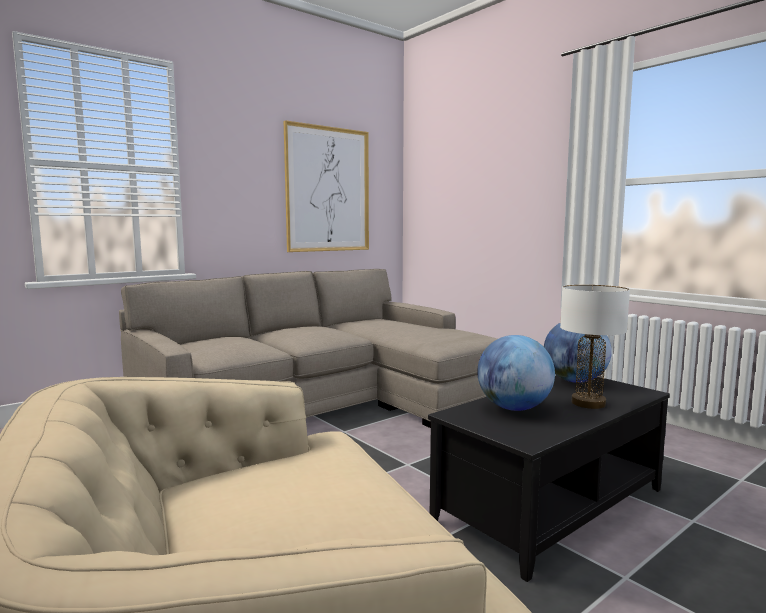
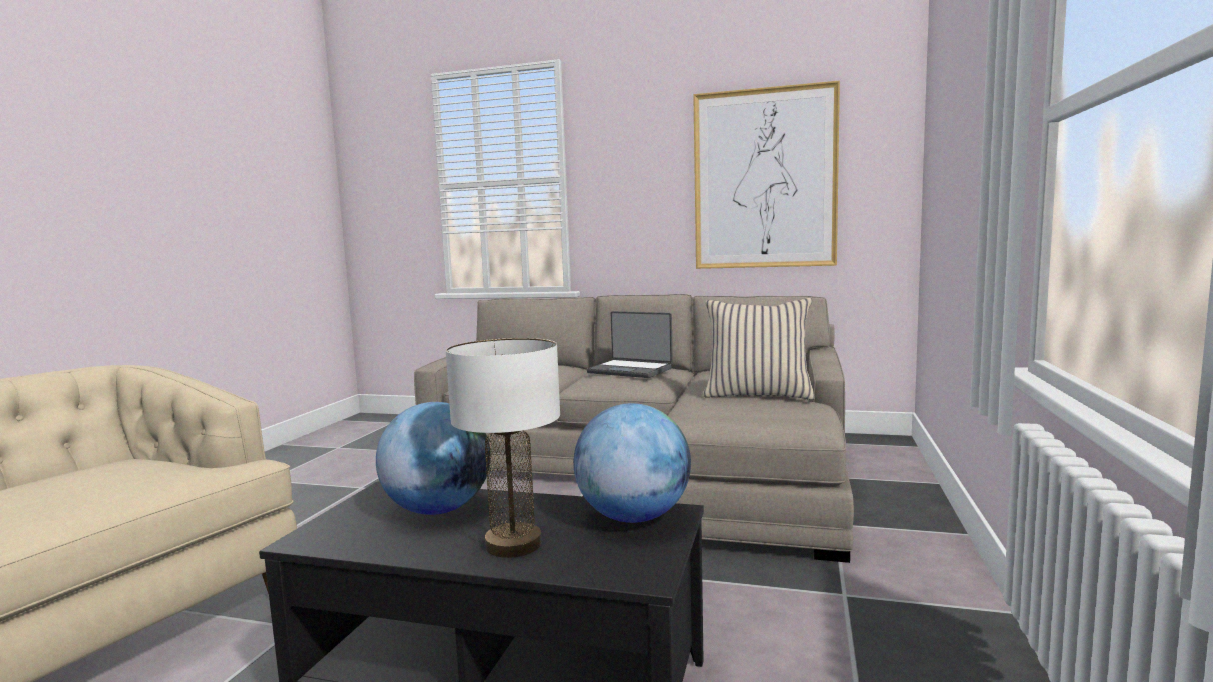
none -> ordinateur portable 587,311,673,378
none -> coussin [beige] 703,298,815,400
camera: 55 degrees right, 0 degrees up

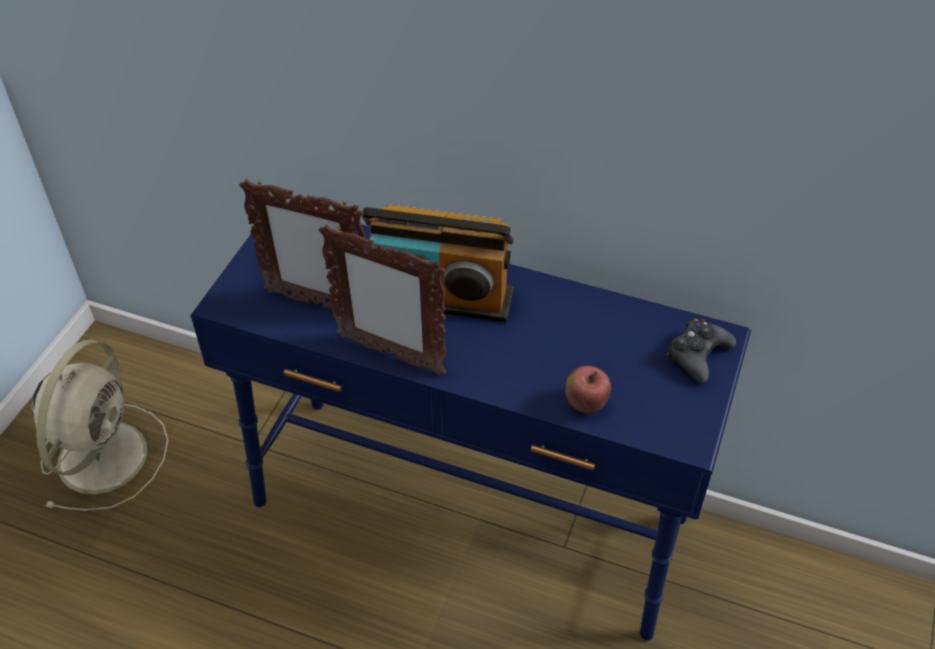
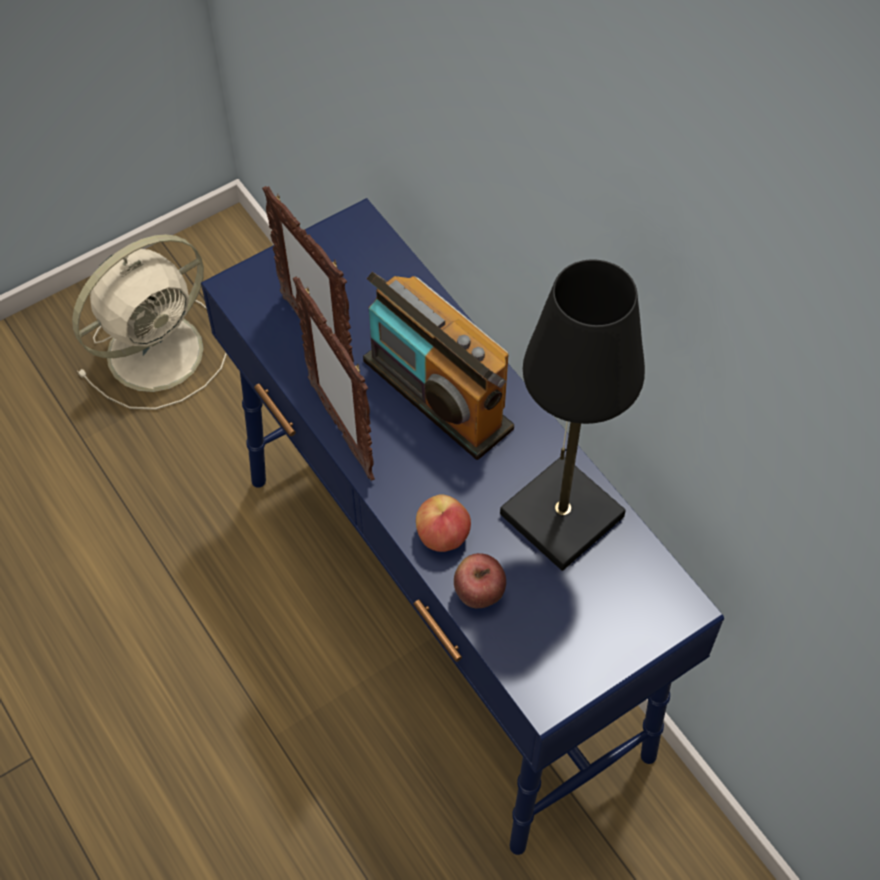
none -> pomme 416,494,471,552
none -> lampe de table [noir] 500,259,645,571
manette [noir] 666,319,736,383 -> none
camera: 35 degrees right, 10 degrees up

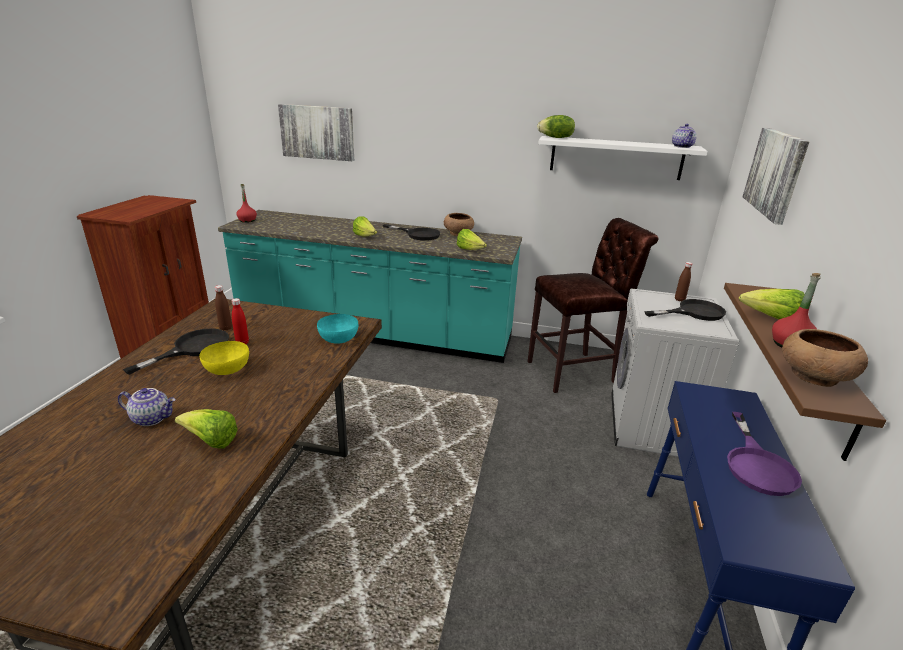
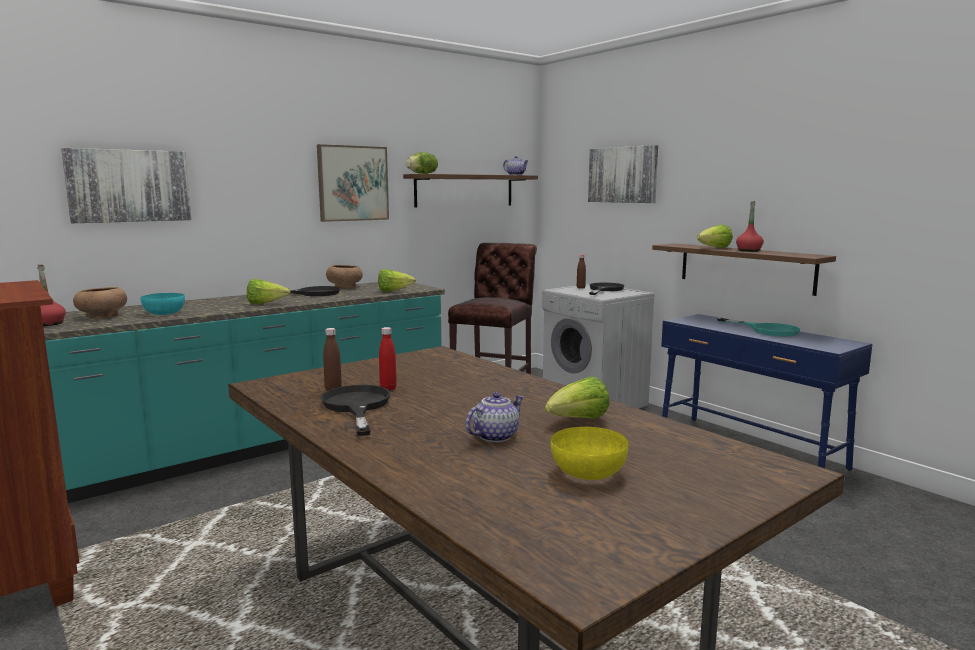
bol [marron] 782,329,868,387 -> bol [marron] 73,287,127,319, shifted
bol [turquoise] 317,314,358,344 -> bol [turquoise] 141,293,185,315, shifted
none -> tableau 317,144,389,222
étagère [blanc] 538,136,708,180 -> étagère [marron] 403,174,538,207
bol [jaune] 199,341,249,375 -> bol [jaune] 551,427,629,480, shifted
poêle [violet] 727,412,802,496 -> poêle [turquoise] 717,318,801,336
camera: 50 degrees left, 15 degrees down

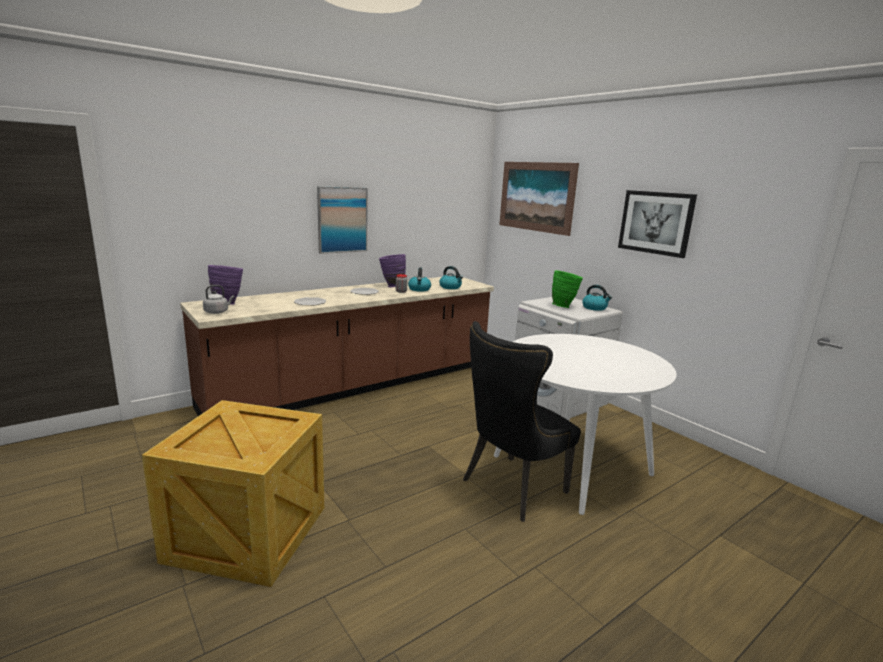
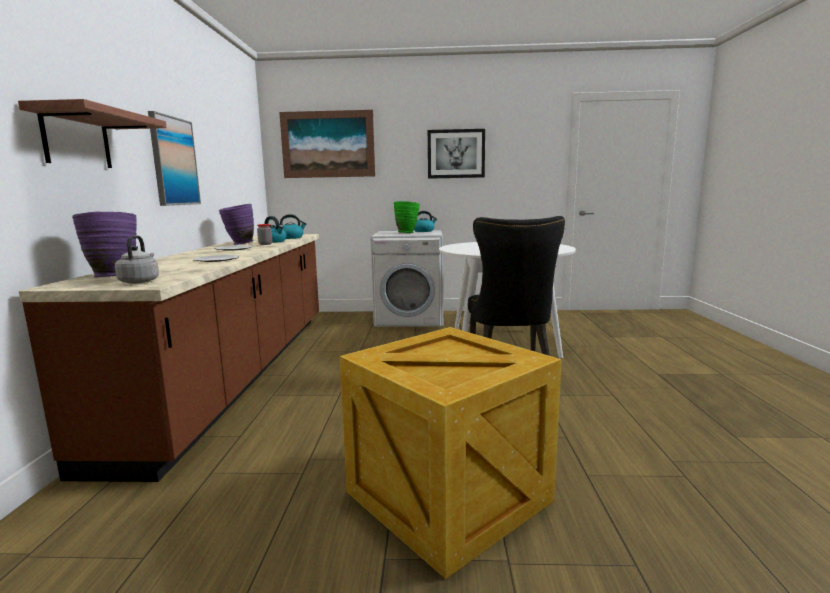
none -> étagère 18,99,167,168
camera: 50 degrees left, 5 degrees down

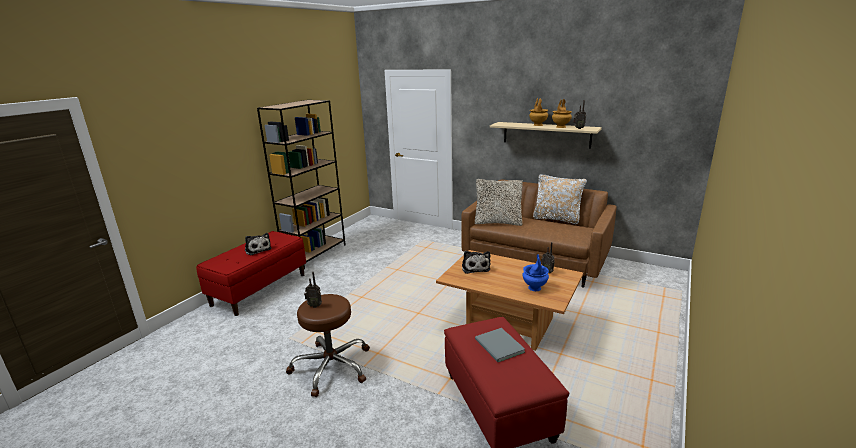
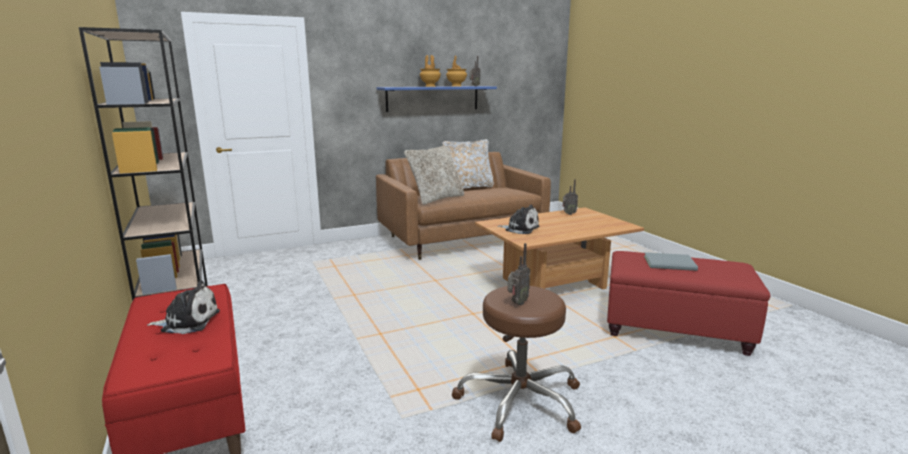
étagère [beige] 490,122,602,148 -> étagère [bleu] 376,86,497,112
vase [bleu] 522,254,549,291 -> none
camera: 55 degrees left, 5 degrees down

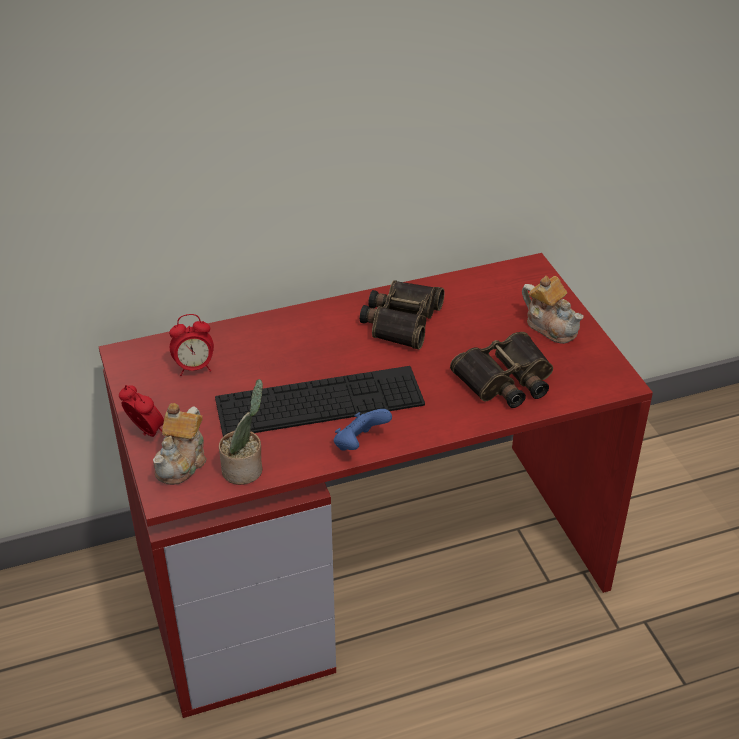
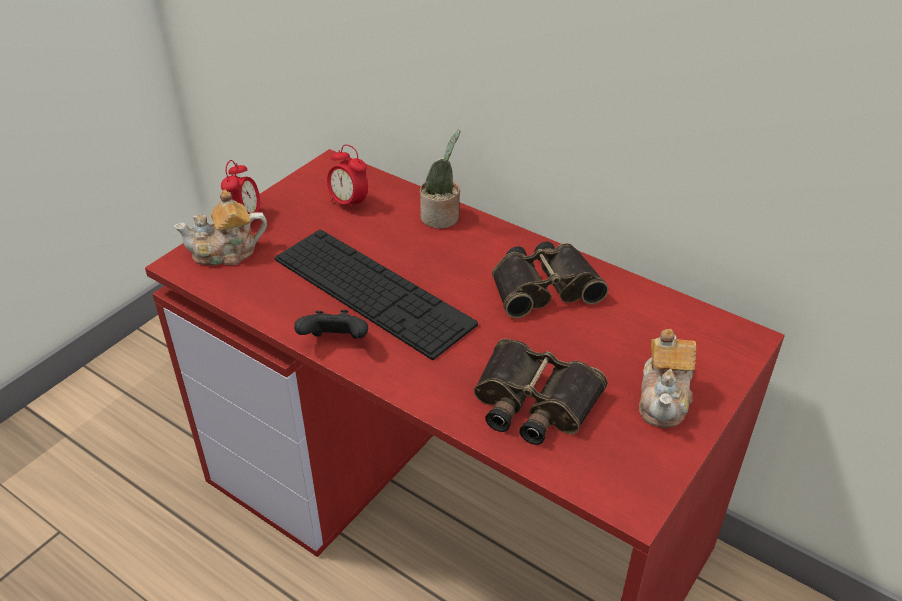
manette [bleu] 334,409,392,451 -> manette [noir] 294,310,368,339
plante en pot 219,379,263,485 -> plante en pot 420,129,460,229, shifted
camera: 55 degrees right, 0 degrees up

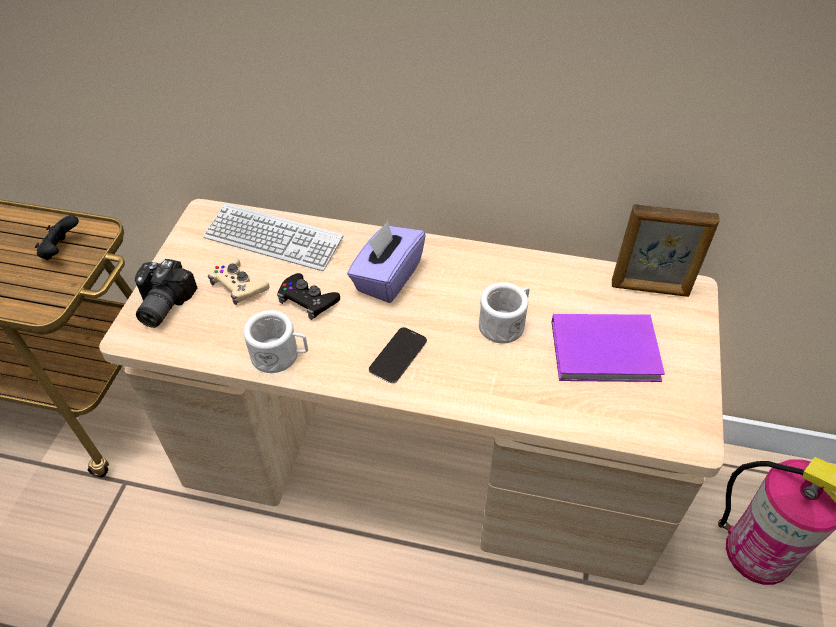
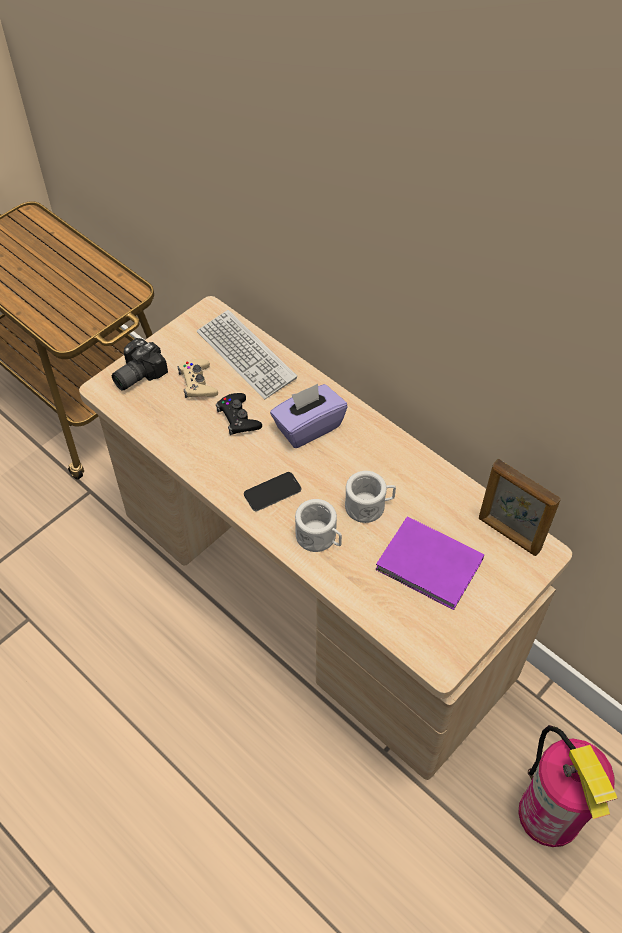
mug [blanc] 243,310,308,373 -> mug [blanc] 295,499,342,552, shifted
manette [noir] 35,215,79,260 -> none
camera: 30 degrees right, 5 degrees up

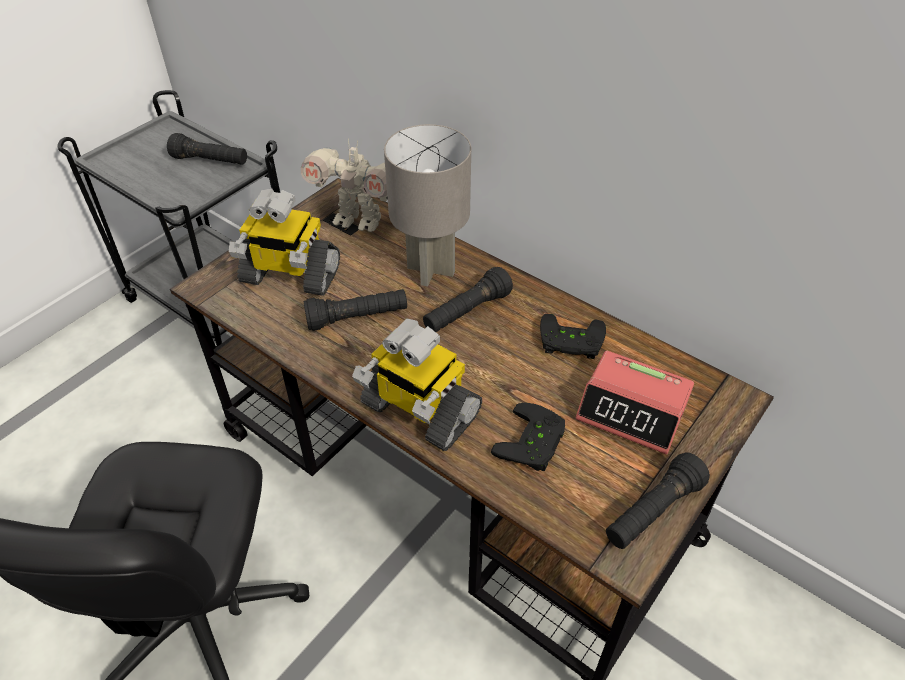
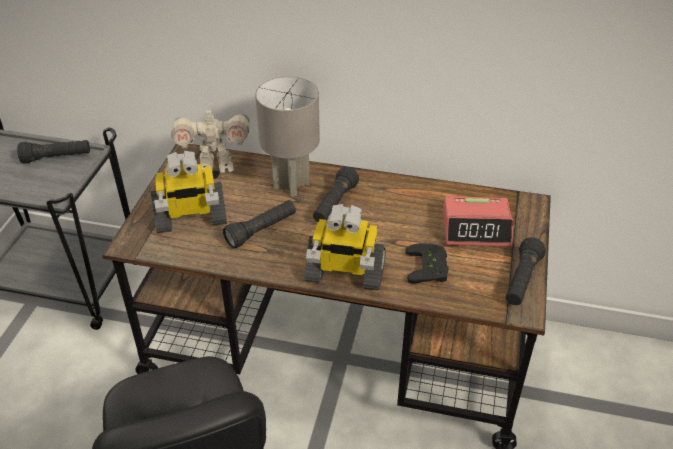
manette [noir] 540,314,606,359 -> none
camera: 25 degrees left, 5 degrees down

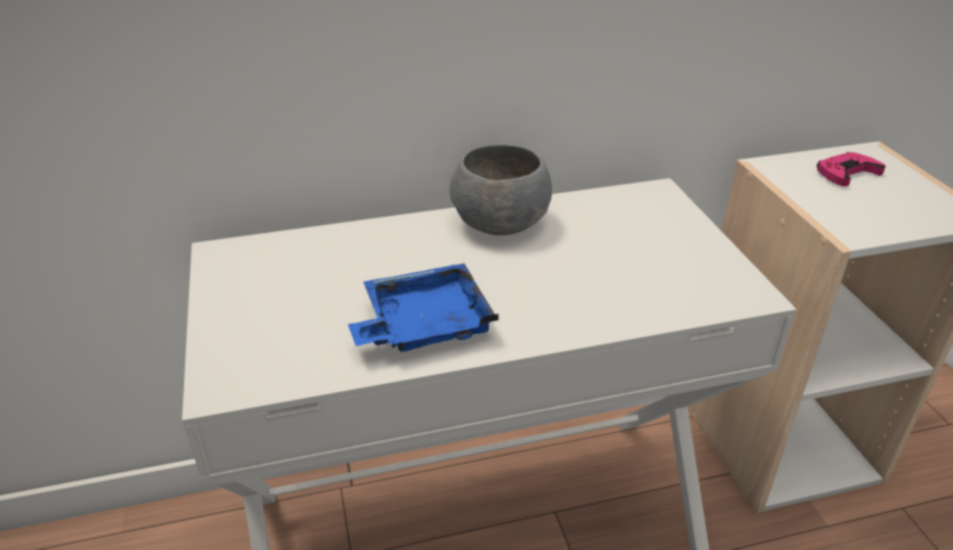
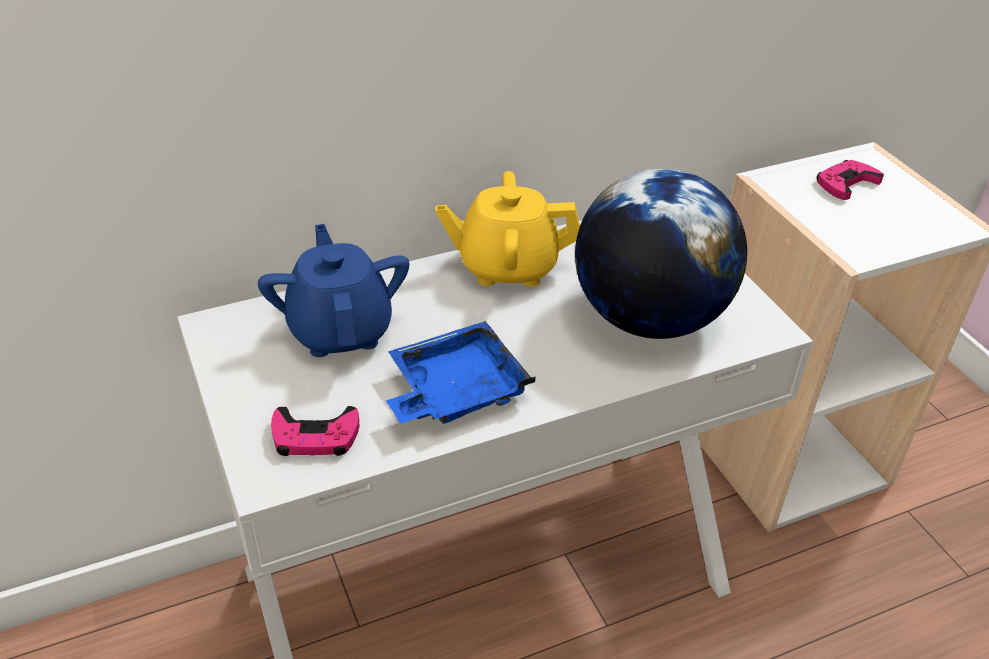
none -> théière [bleu] 258,224,409,357
none -> manette [rose] 271,406,359,456
bol [gris] 450,144,552,235 -> théière [jaune] 435,171,580,287
none -> globe 575,168,747,339
camera: 10 degrees left, 5 degrees up

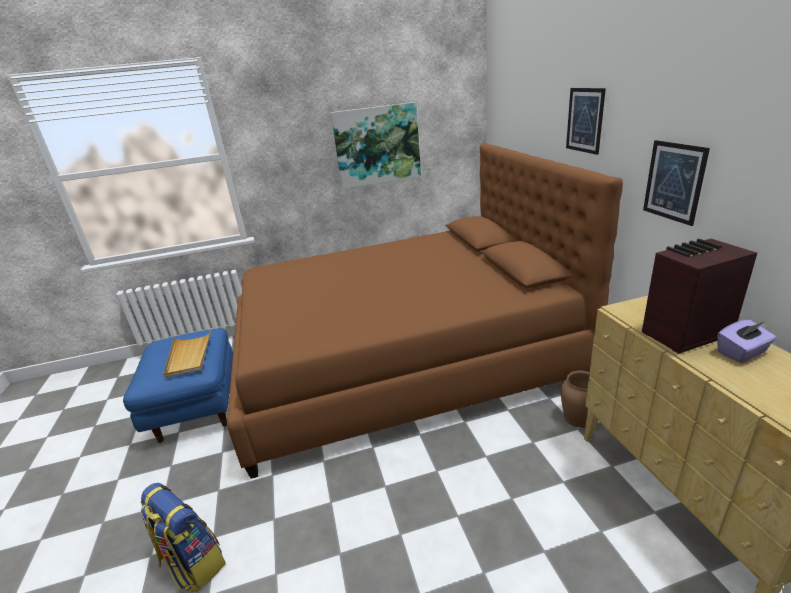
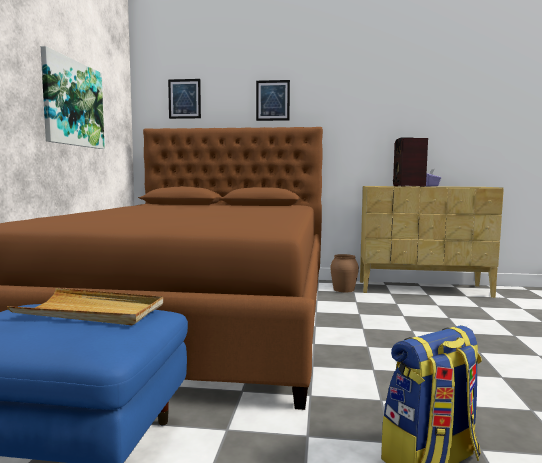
tableau 643,140,710,226 -> tableau 168,79,201,119, shifted
camera: 70 degrees left, 20 degrees down

